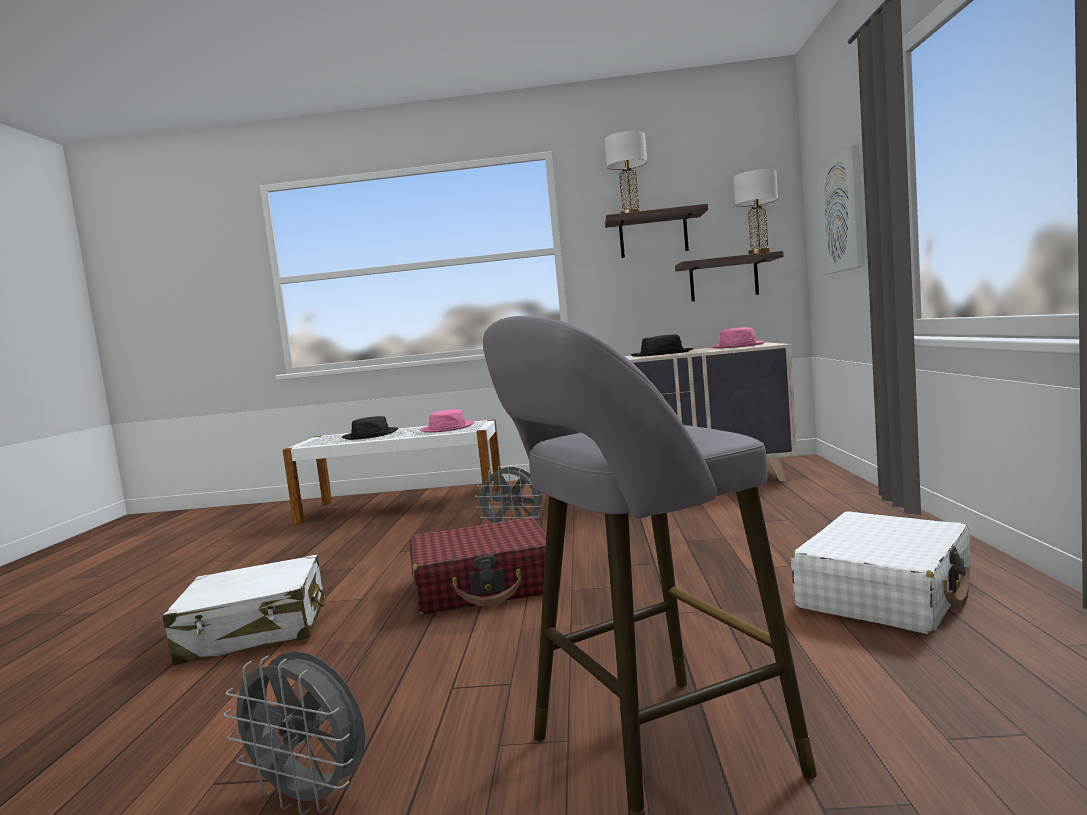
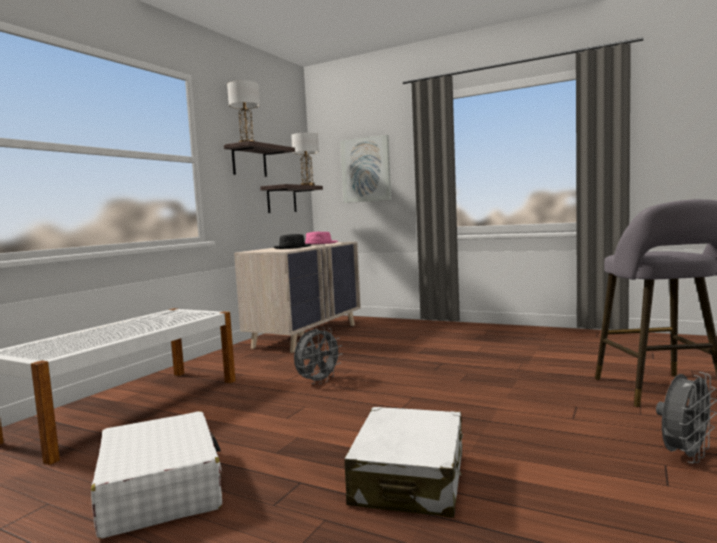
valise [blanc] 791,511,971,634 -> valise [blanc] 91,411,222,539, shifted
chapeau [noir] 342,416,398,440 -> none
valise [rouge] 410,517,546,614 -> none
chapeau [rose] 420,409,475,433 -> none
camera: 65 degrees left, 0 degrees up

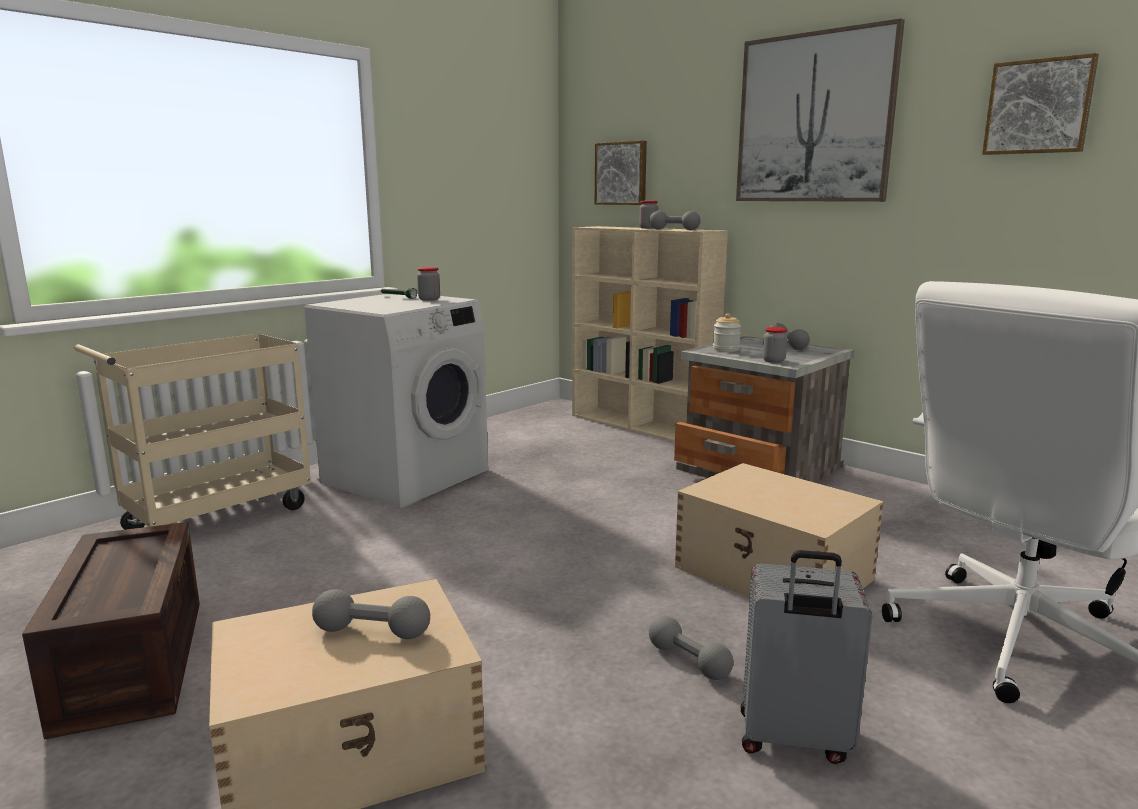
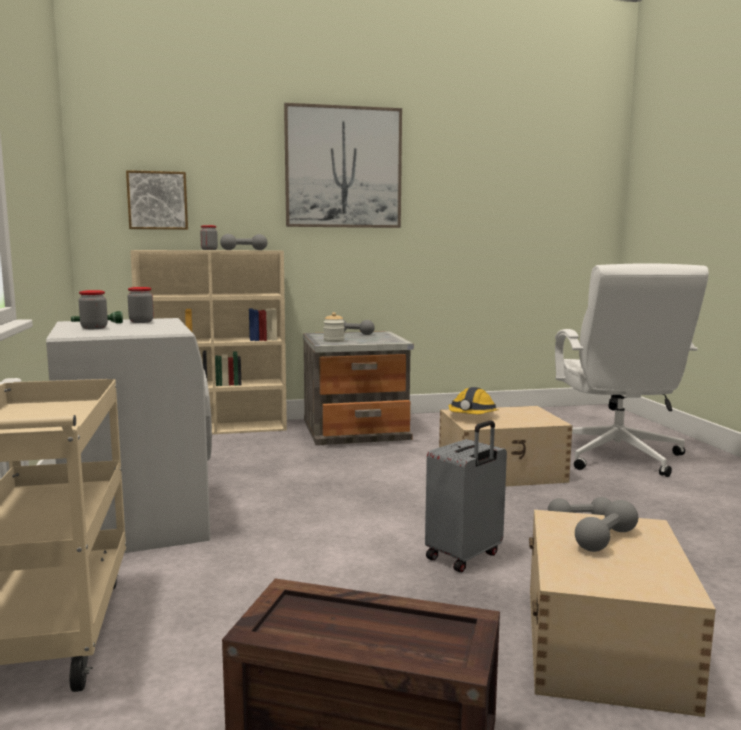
bocal 763,327,787,363 -> bocal 79,290,108,329, shifted
valise [gris] 741,550,873,764 -> valise [gris] 425,420,507,572, shifted
none -> casque de chantier 448,387,499,414
tableau 982,53,1099,155 -> none
camera: 55 degrees left, 5 degrees down

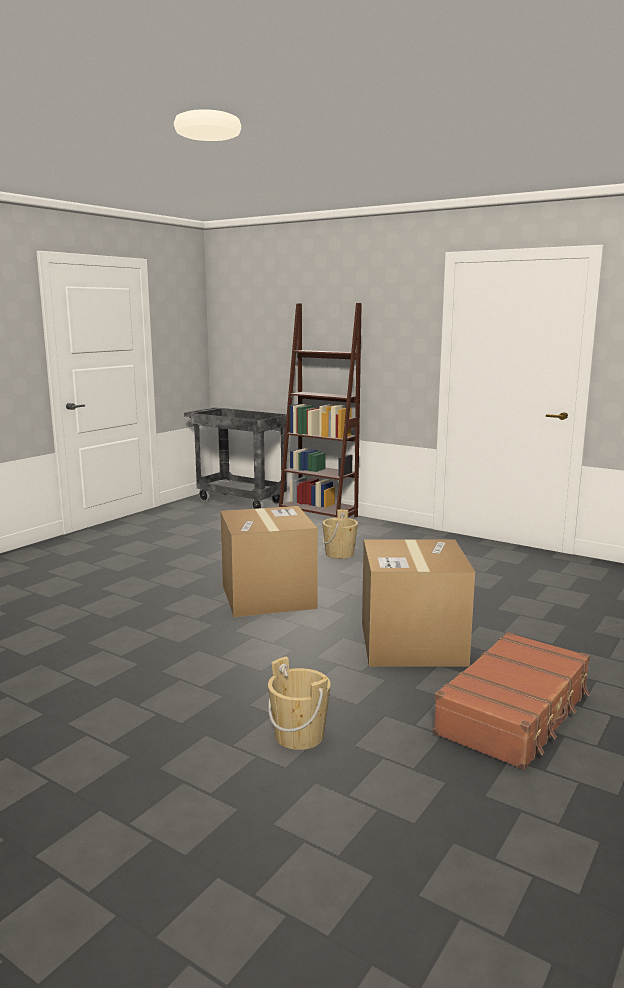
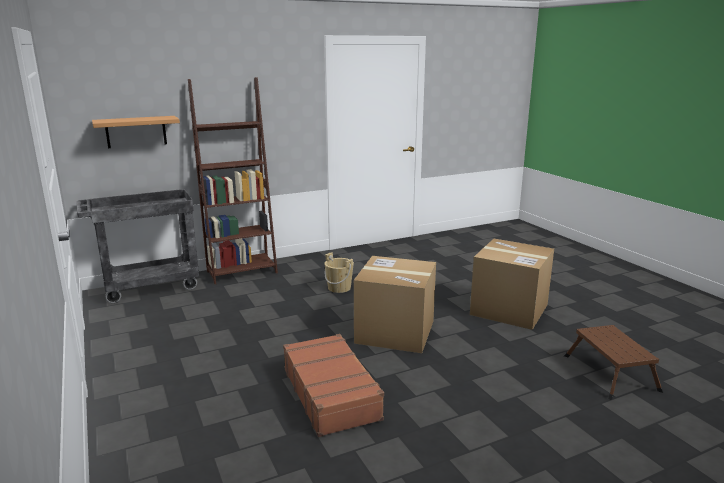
none -> étagère 92,116,180,148
valise [marron] 433,632,590,770 -> valise [marron] 283,334,384,437, shifted
seau [beige] 268,656,331,750 -> escabeau [marron] 564,325,663,400
camera: 60 degrees left, 5 degrees up

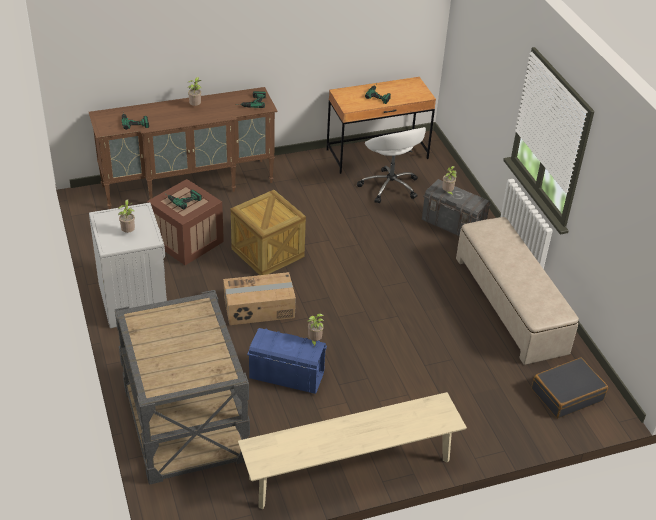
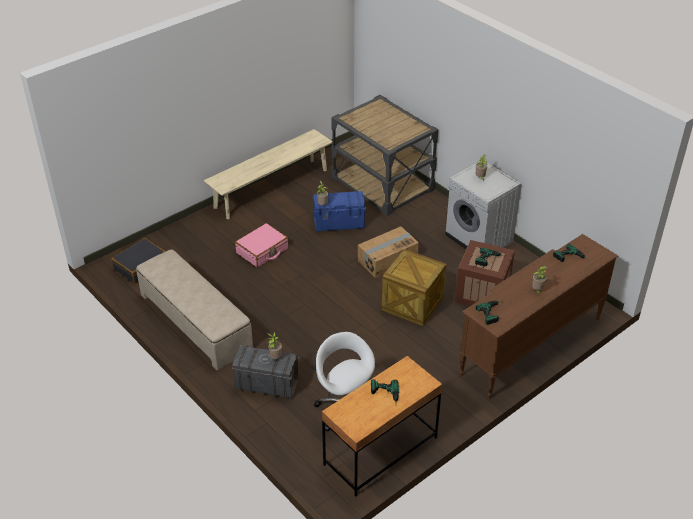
none -> valise [rose] 235,223,289,267
camera: 160 degrees right, 0 degrees up

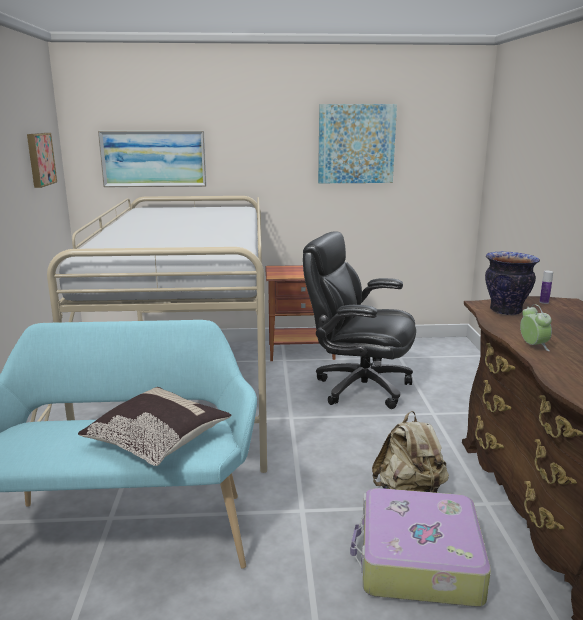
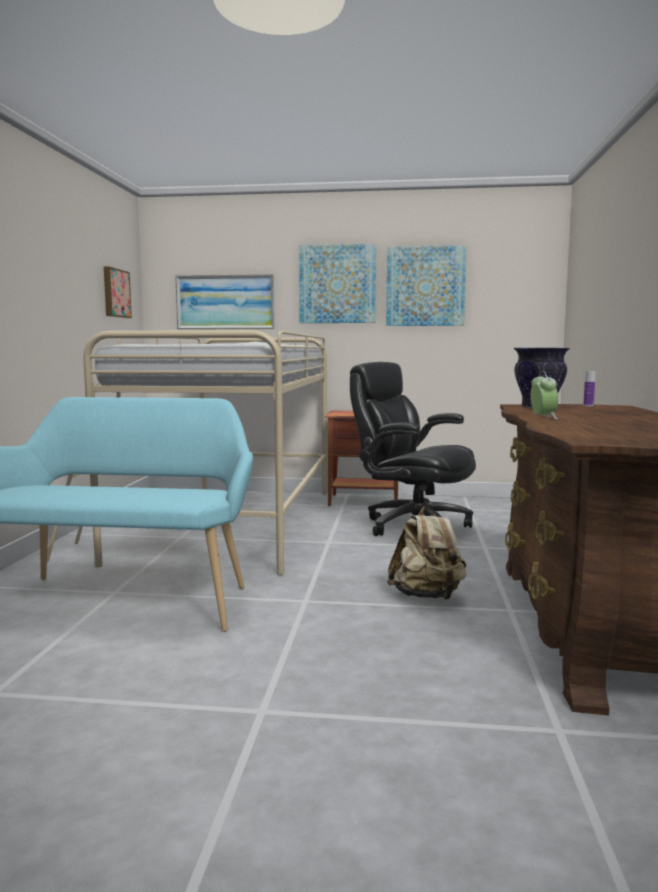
none -> tableau 299,244,376,323
coussin 78,387,232,466 -> none
valise 350,488,491,607 -> none
camera: 10 degrees right, 10 degrees down

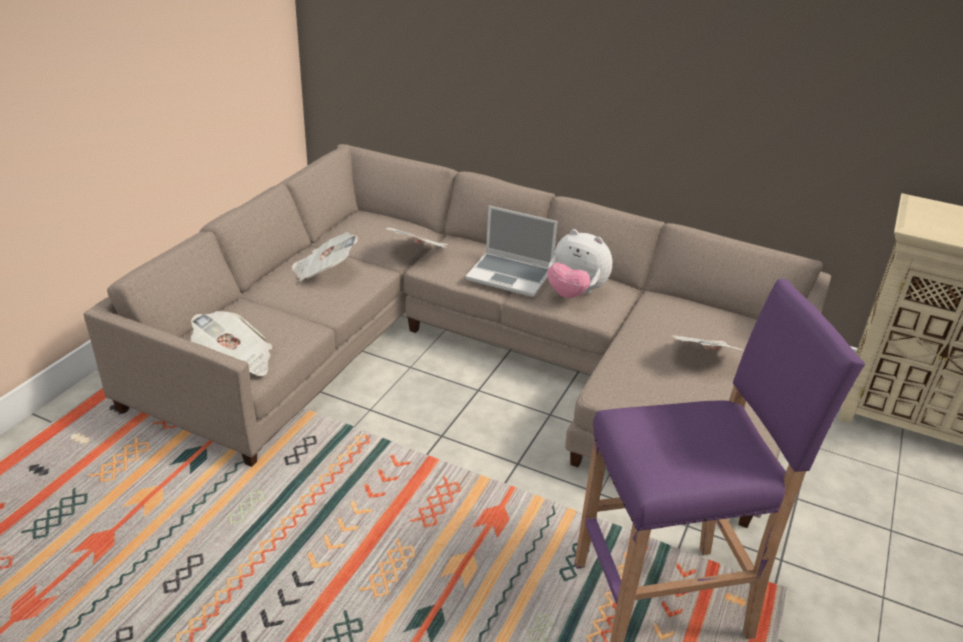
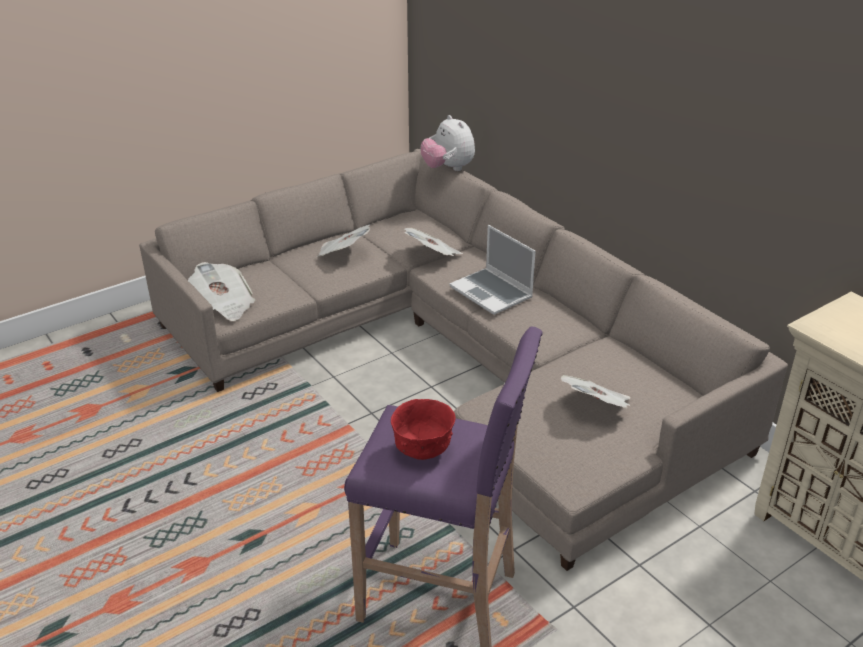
none -> bol [rouge] 391,399,455,460
peluche 547,229,612,298 -> peluche 421,115,475,171, shifted
camera: 30 degrees right, 0 degrees up

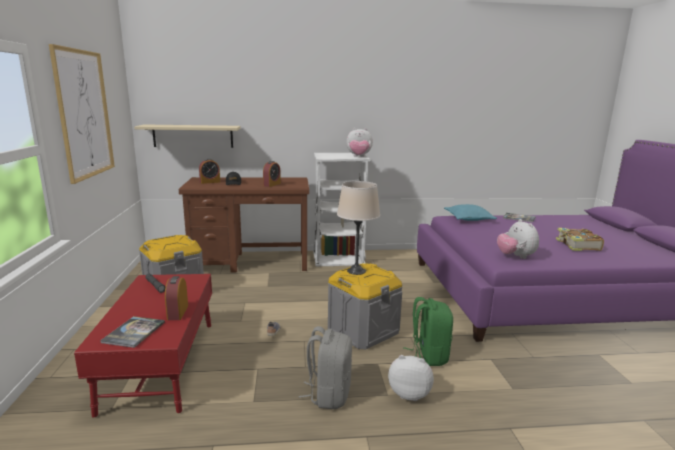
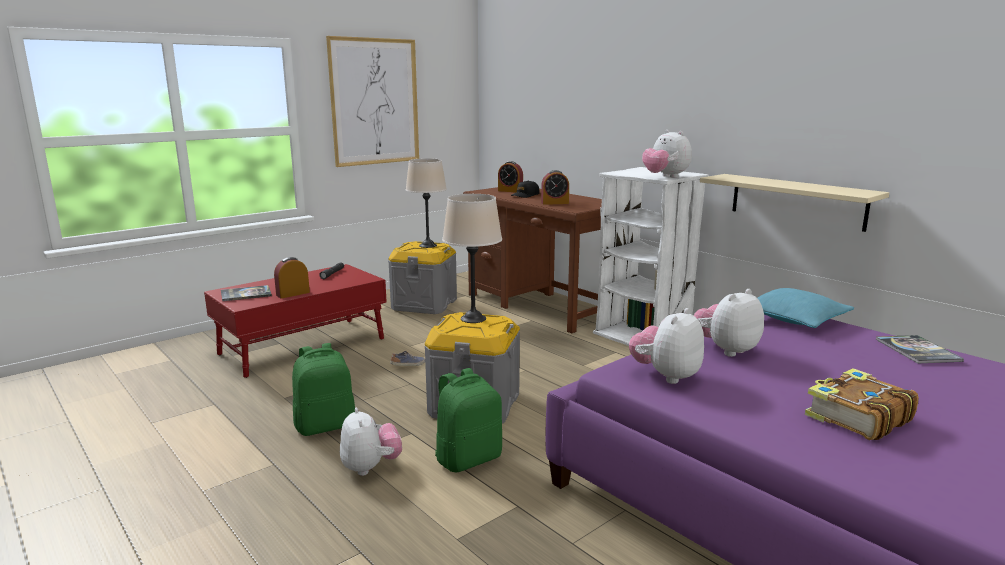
sac à dos [gris] 299,326,352,409 -> sac à dos [vert] 292,343,355,436
none -> lampe de table [beige] 406,158,447,248
none -> peluche 694,289,764,357
étagère [beige] 134,124,241,148 -> étagère [beige] 700,174,889,232, shifted
camera: 55 degrees right, 0 degrees up

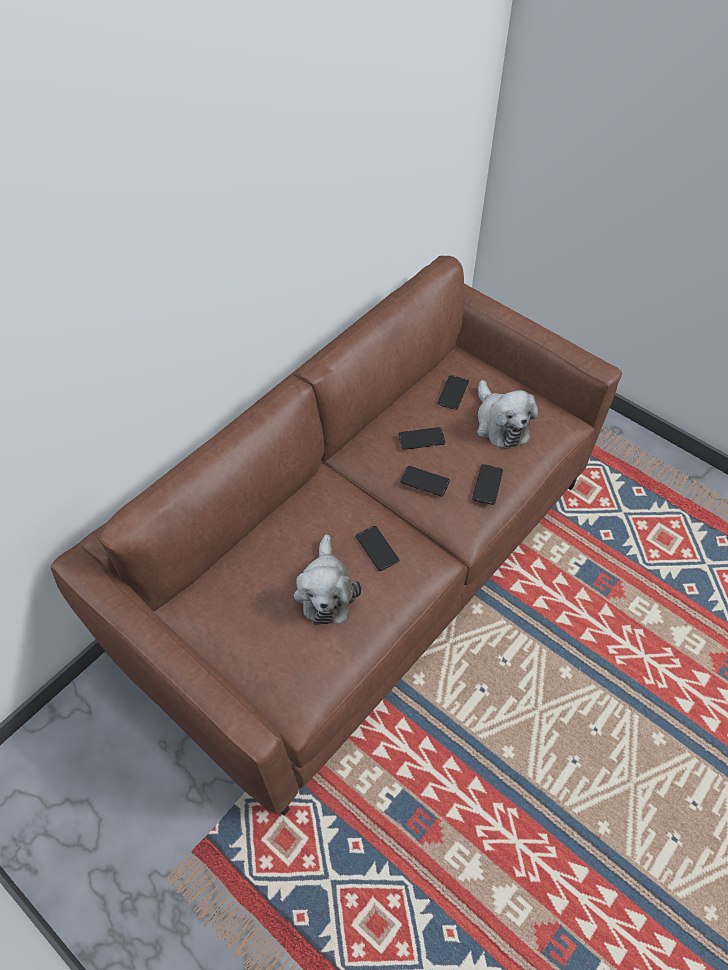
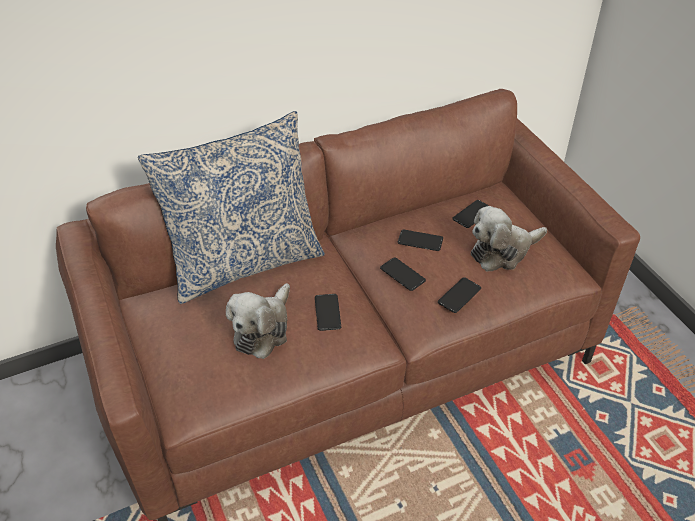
none -> coussin 138,111,325,304
peluche 477,380,538,449 -> peluche 471,206,547,271, 60 degrees clockwise
camera: 25 degrees right, 10 degrees down

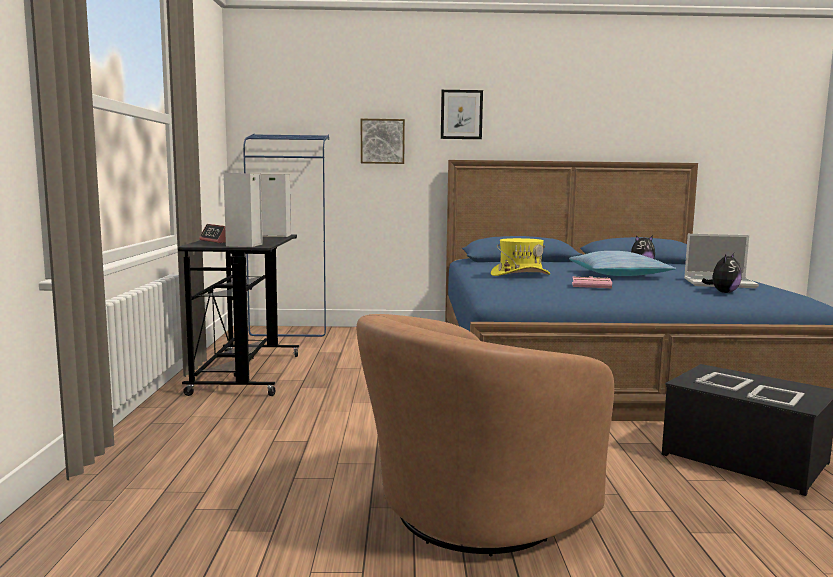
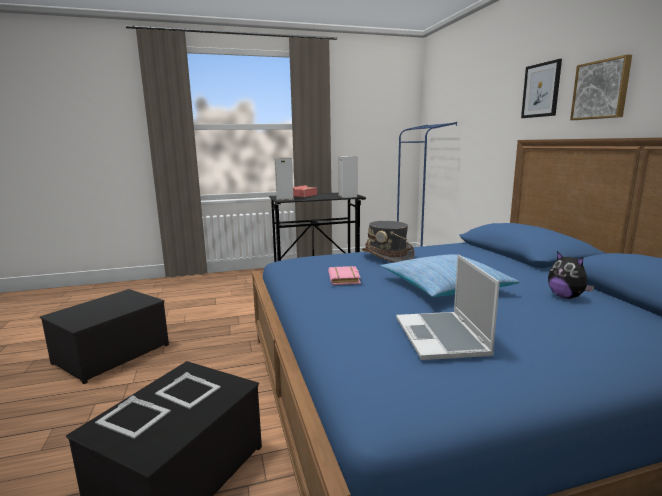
fauteuil [marron] 357,314,614,556 -> boîte de rangement 40,289,169,384
chapeau [jaune] 491,238,551,276 -> chapeau [gris] 362,221,415,263
tableau 361,119,405,164 -> tableau 570,55,632,120, shifted
peluche 702,253,742,293 -> none
camera: 75 degrees right, 5 degrees up

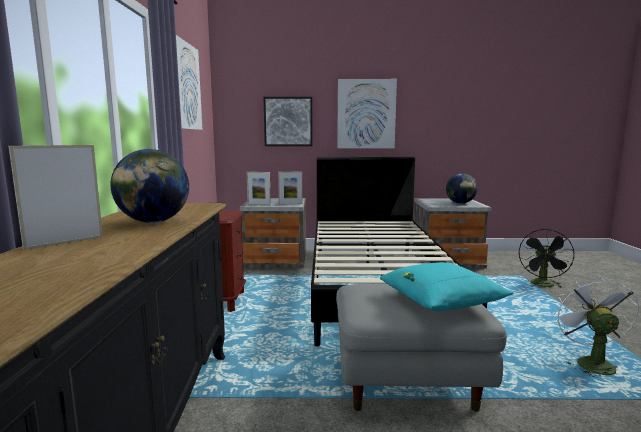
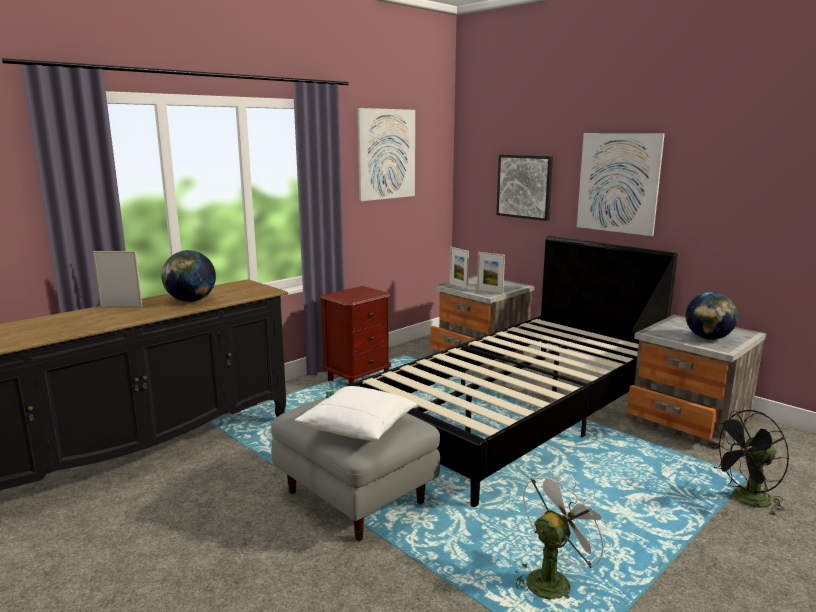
coussin [turquoise] 380,262,514,311 -> coussin [blanc] 295,386,417,441
camera: 45 degrees right, 5 degrees up

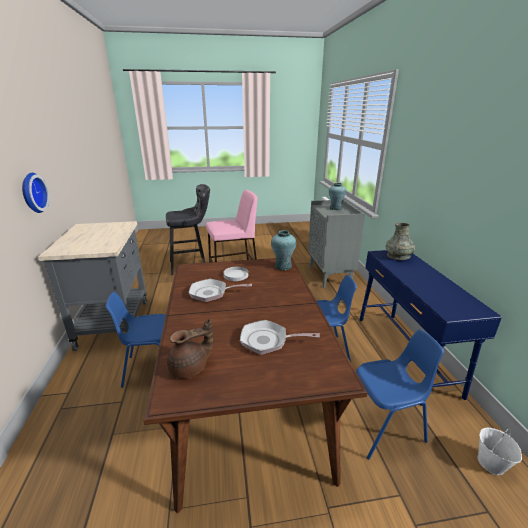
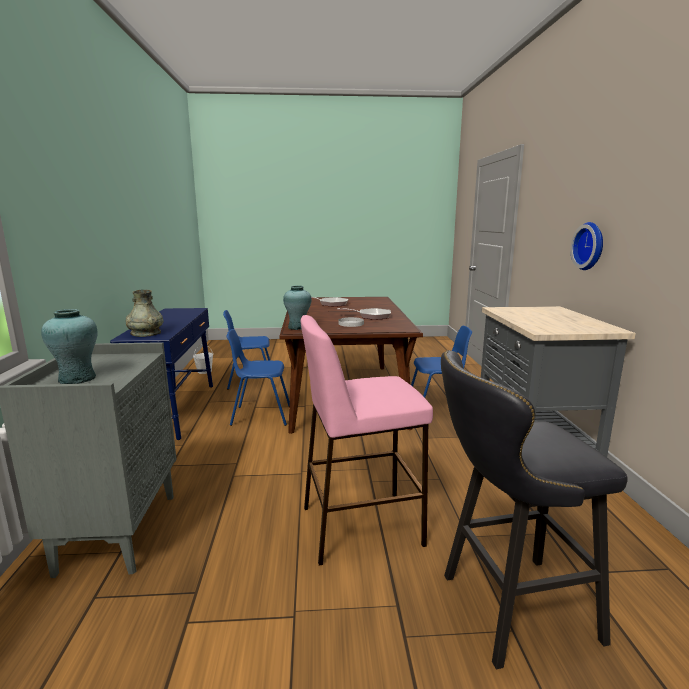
théière [marron] 167,319,213,378 -> none
camera: 175 degrees left, 10 degrees down

